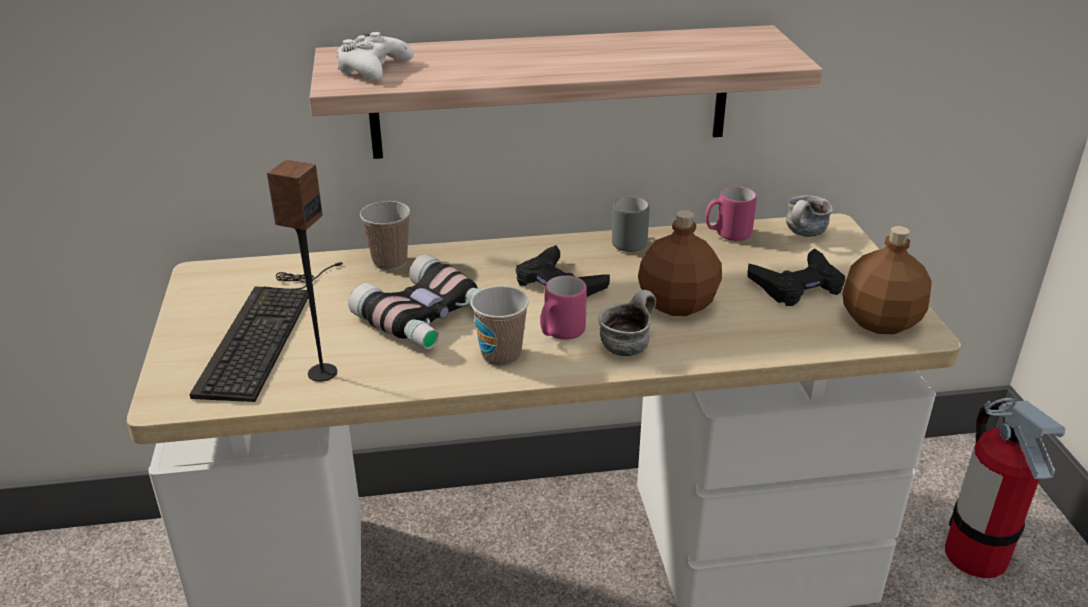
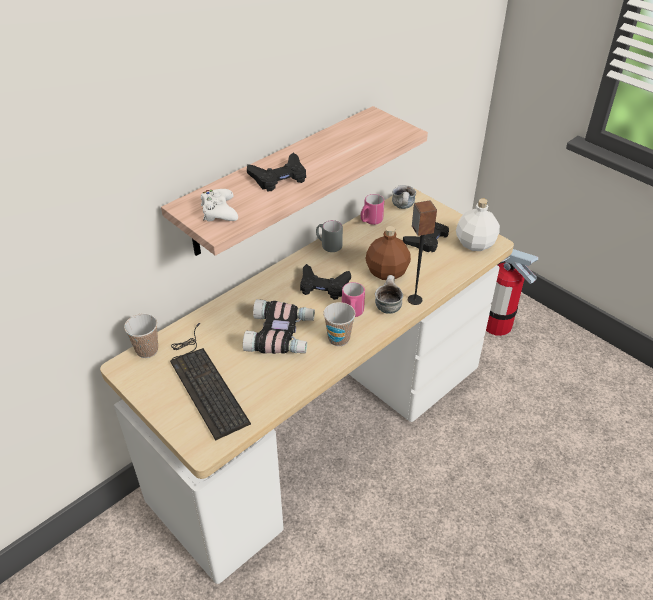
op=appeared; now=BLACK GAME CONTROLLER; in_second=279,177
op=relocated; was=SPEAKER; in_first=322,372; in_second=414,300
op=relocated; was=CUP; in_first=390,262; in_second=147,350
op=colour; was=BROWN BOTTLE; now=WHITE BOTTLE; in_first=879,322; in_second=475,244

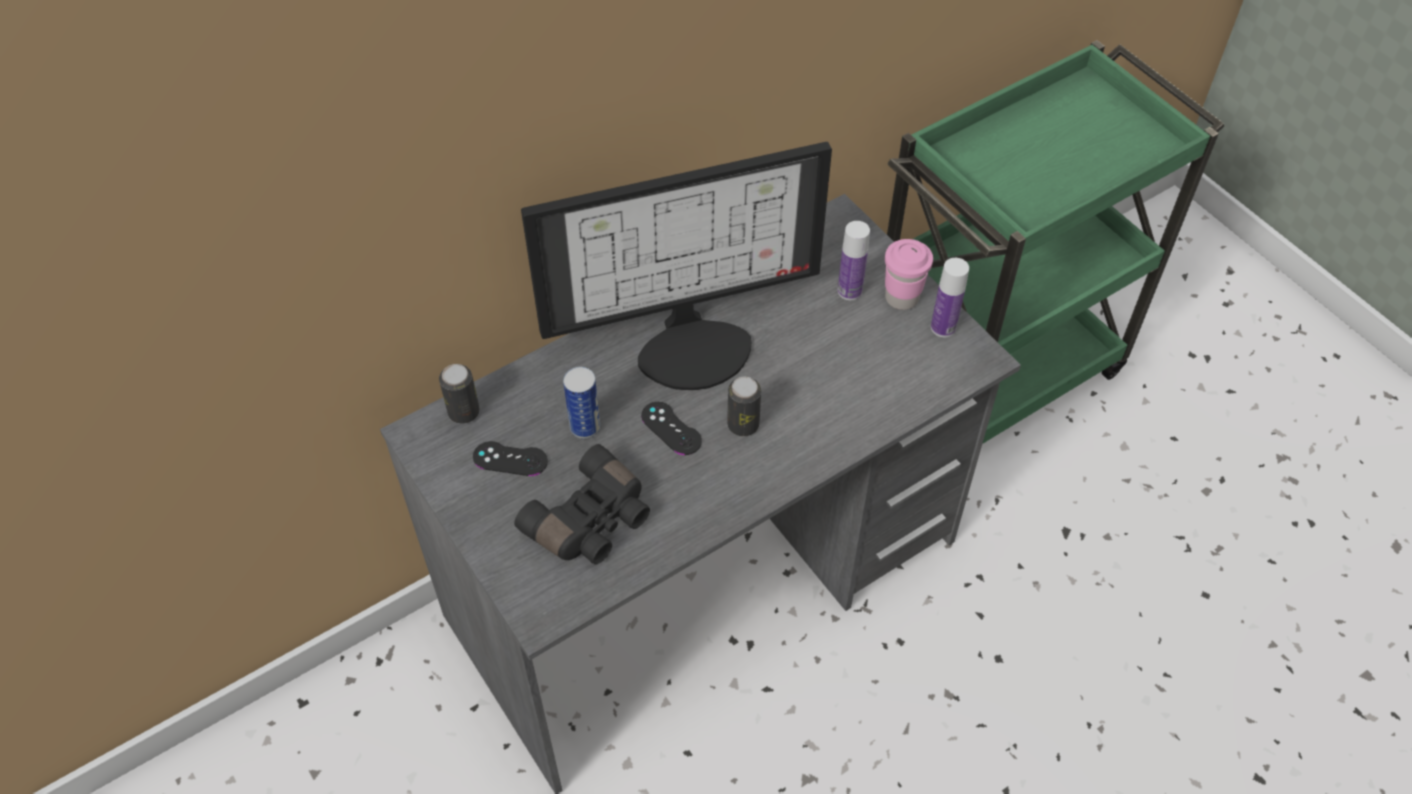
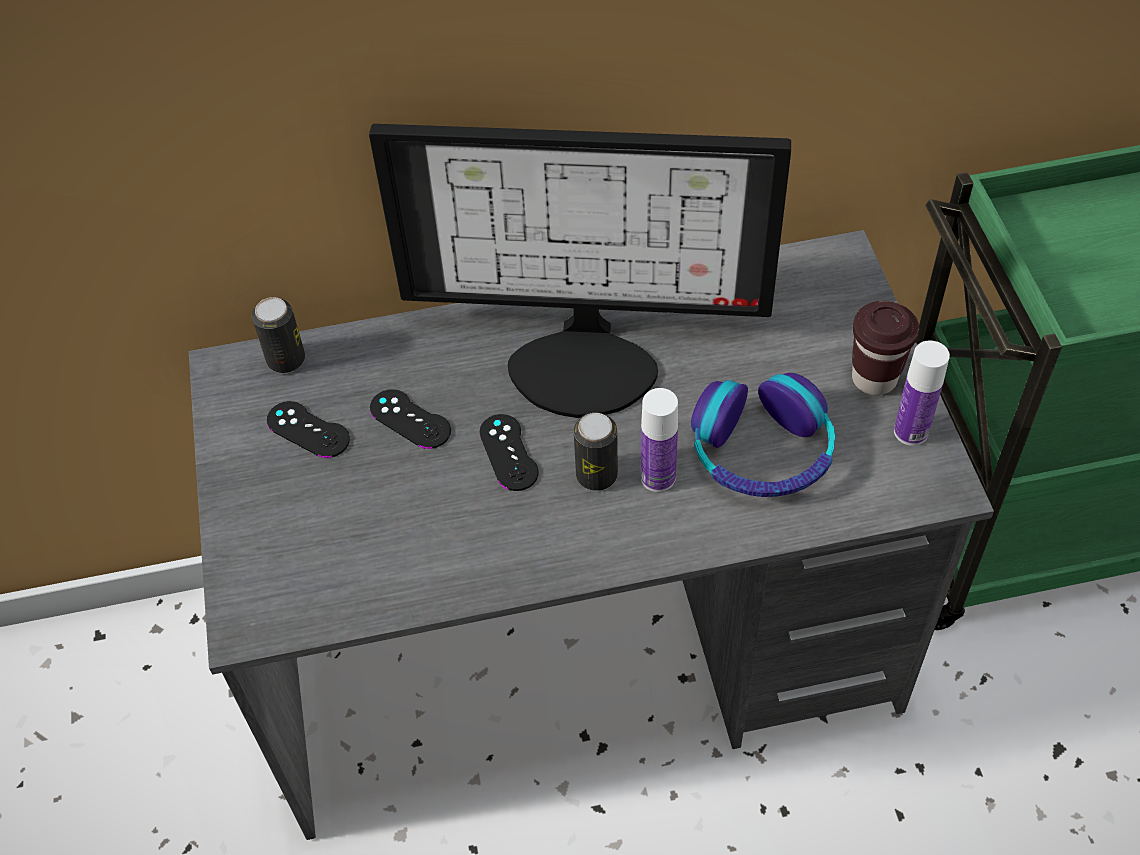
op=missing; was=BLACK BINOCULARS; in_first=592,522
op=appeared; now=HEADPHONES; in_second=762,451
op=relocated; was=BOTTLE; in_first=849,291; in_second=658,477
op=exchanged; was=CAN; now=BLACK GAME CONTROLLER; in_first=585,427; in_second=410,419
op=colour; was=PINK CUP; now=BROWN CUP; in_first=901,298; in_second=874,378

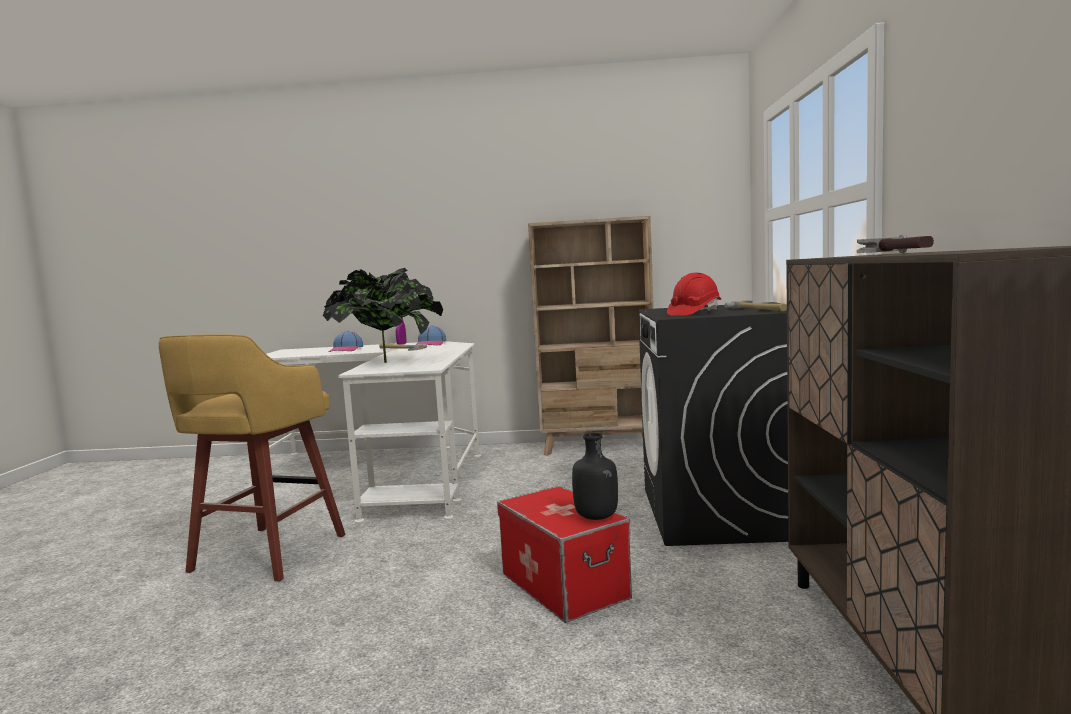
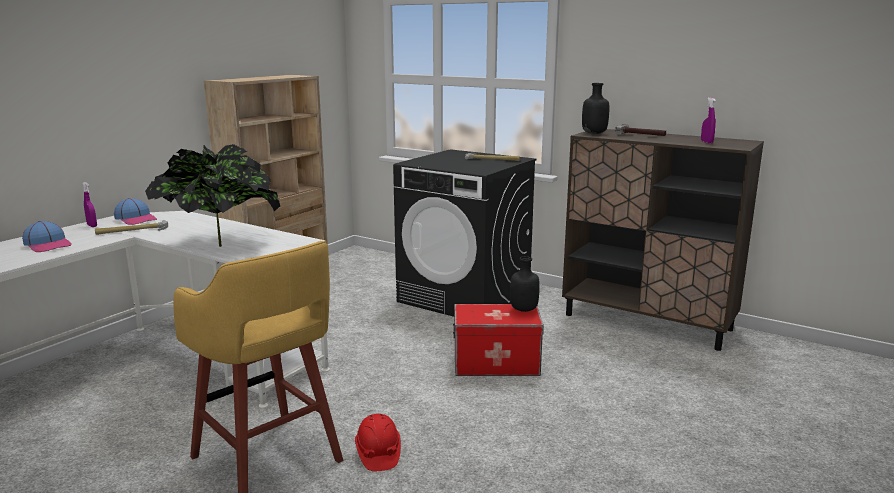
op=appeared; now=BLACK BOTTLE; in_second=594,133
op=appeared; now=PURPLE SPRAY BOTTLE; in_second=706,142
op=relocated; was=RED HARD HAT; in_first=694,313; in_second=378,454

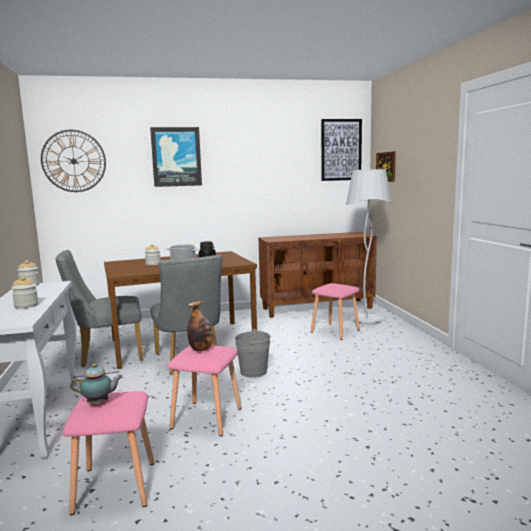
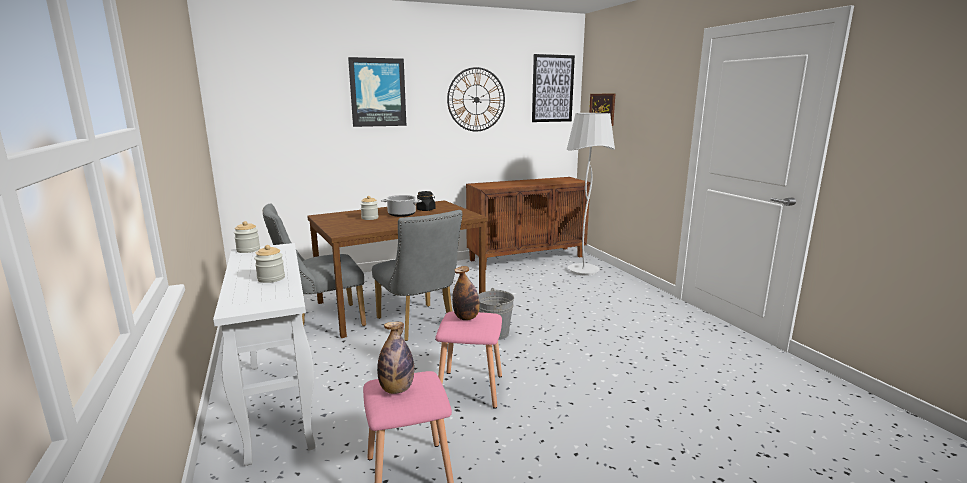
op=missing; was=PINK STOOL; in_first=335,331
op=relocated; was=WALL CLOCK; in_first=73,161; in_second=476,99
op=exchanged; was=TEAPOT; now=BOTTLE; in_first=99,403; in_second=396,389

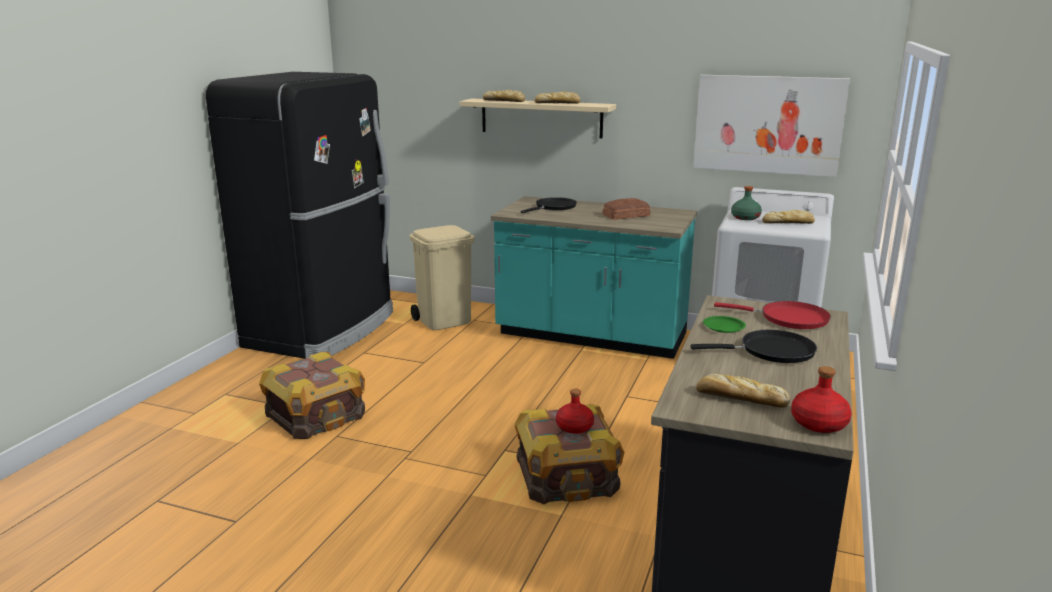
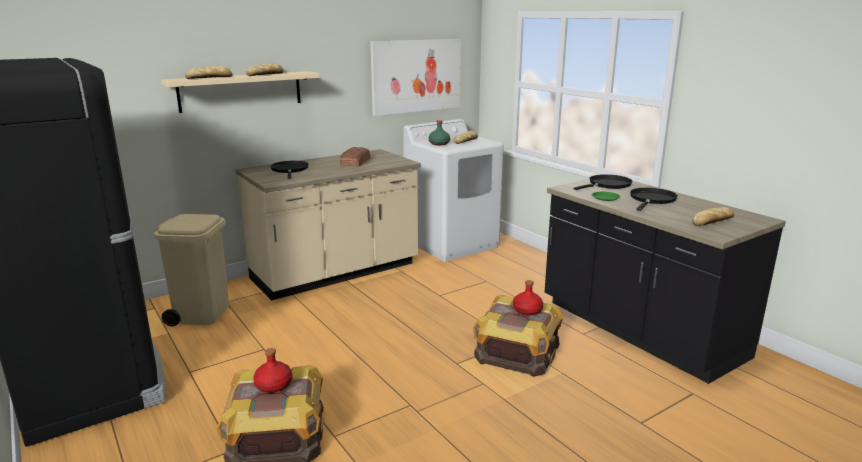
op=relocated; was=RED BOTTLE; in_first=818,423; in_second=273,385
op=colour; was=TURQUOISE COUNTER; now=BEIGE COUNTER; in_first=591,335; in_second=336,272
op=colour; was=RED FRYING PAN; now=BLACK FRYING PAN; in_first=789,319; in_second=607,185

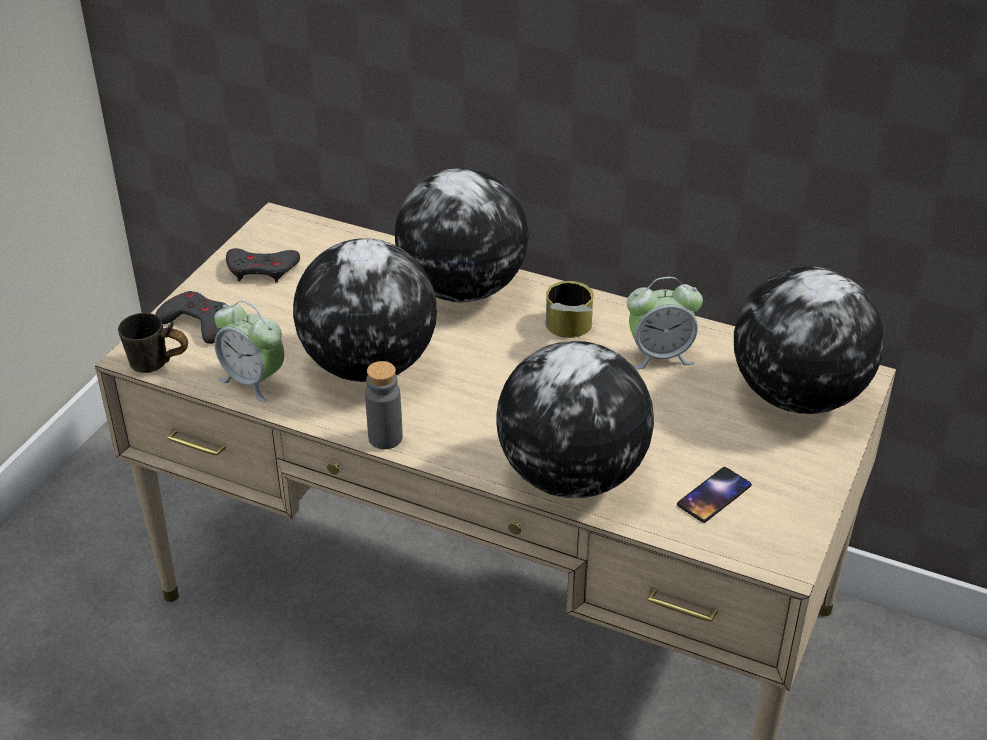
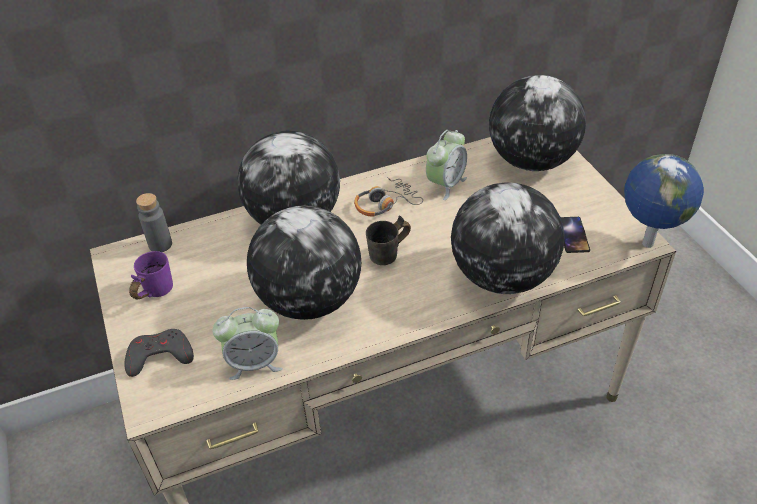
op=appeared; now=GLOBE; in_second=646,243
op=relocated; was=GREY MUG; in_first=156,367; in_second=390,256
op=relocated; was=GREY BOTTLE; in_first=385,438; in_second=160,244
op=exchanged; was=GREY GAME CONTROLLER; now=PURPLE MUG; in_first=262,269; in_second=152,292
op=exchanged; was=CAN; now=HEADPHONES; in_first=568,332; in_second=385,204

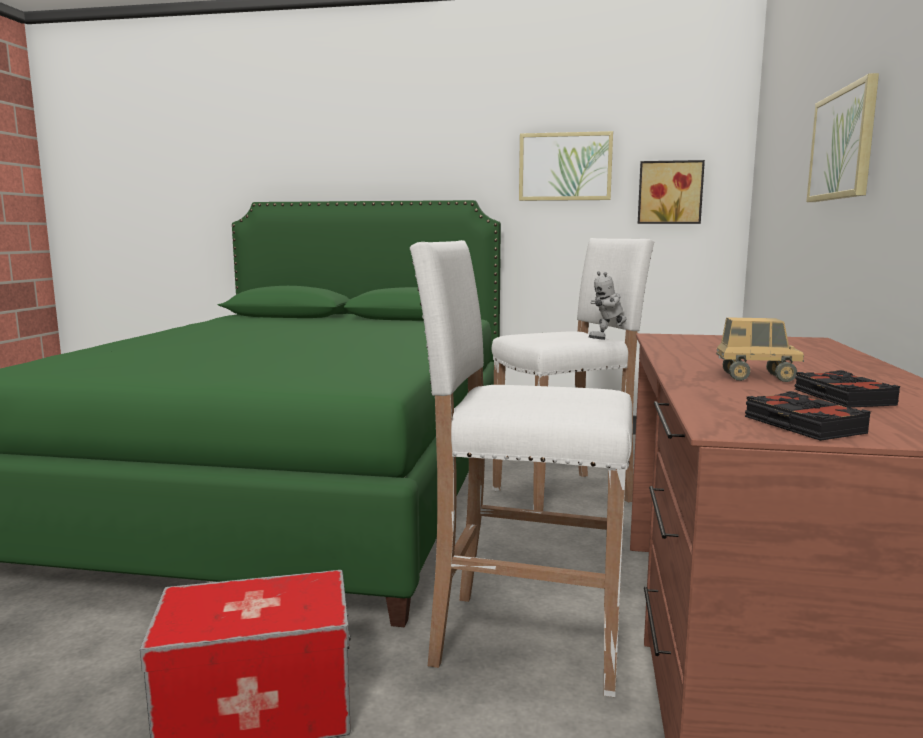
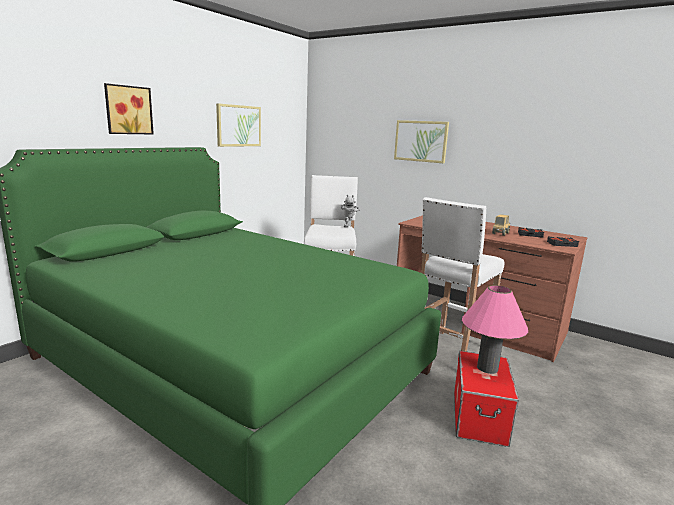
op=appeared; now=PINK TABLE LAMP; in_second=487,368
op=relocated; was=PICTURE; in_first=669,192; in_second=128,110

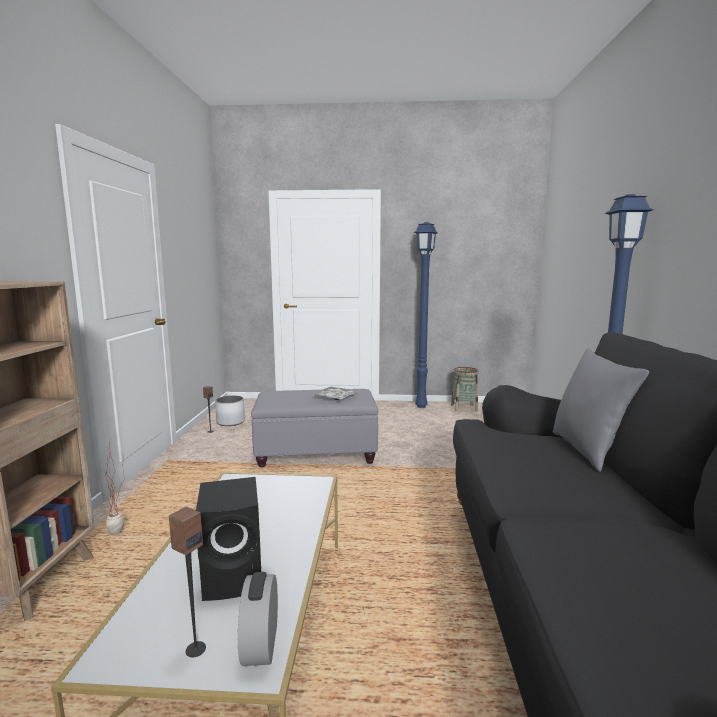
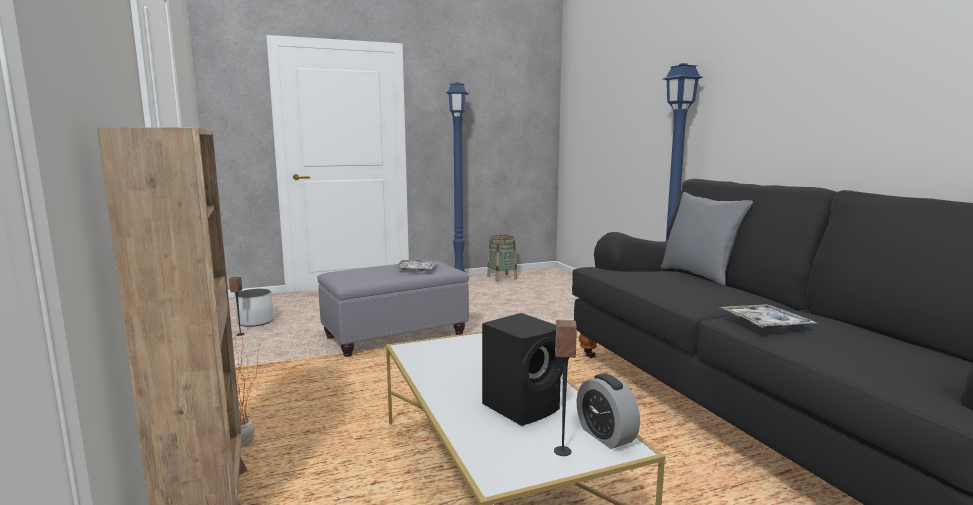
op=appeared; now=TRAY; in_second=765,324

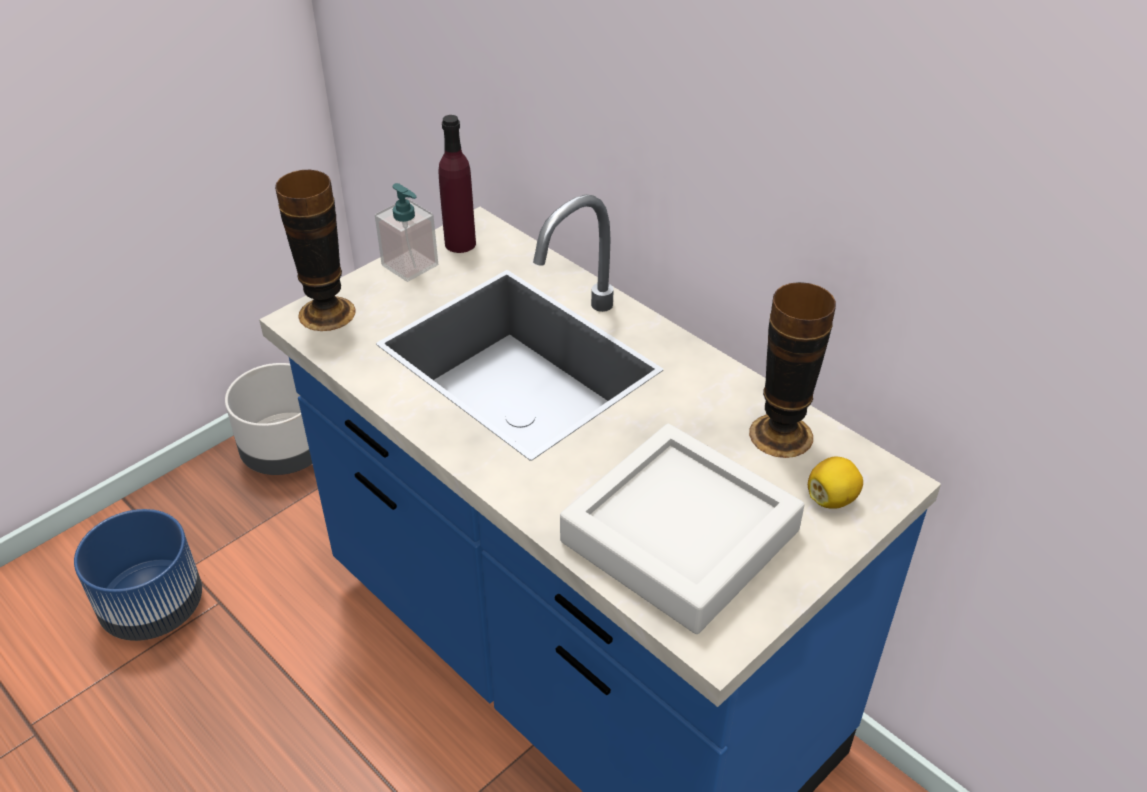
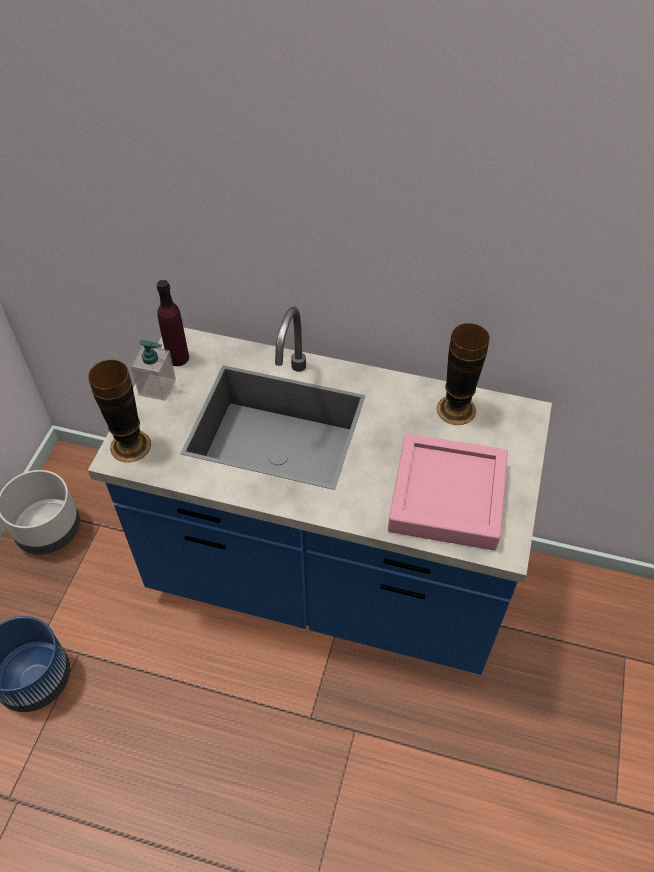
op=missing; was=LEMON; in_first=831,498
op=colour; was=GREY TRAY; now=PINK TRAY; in_first=680,536; in_second=447,497

